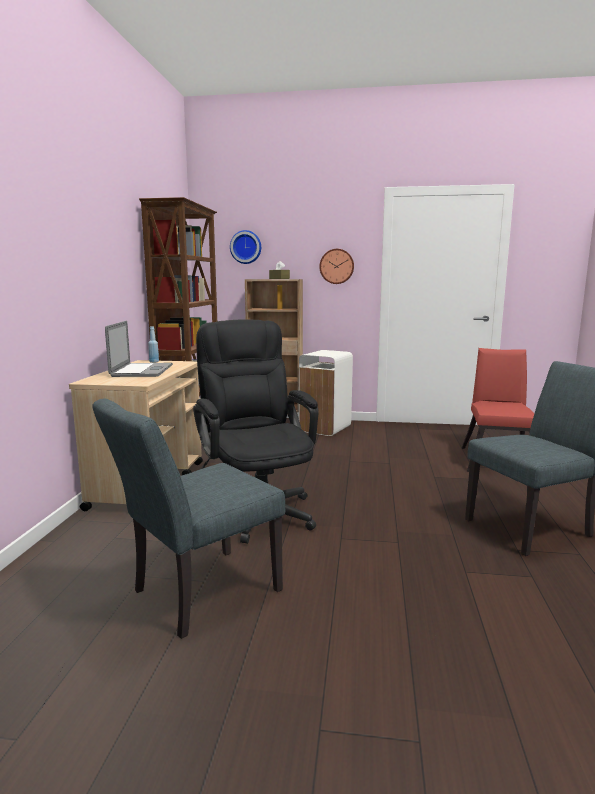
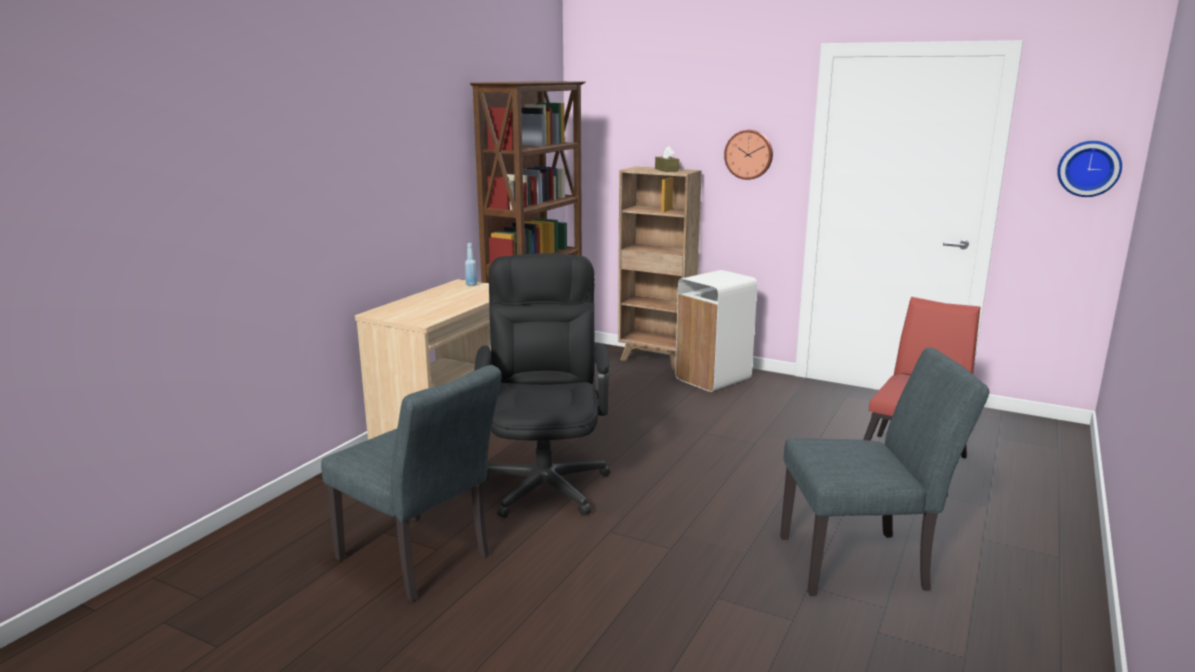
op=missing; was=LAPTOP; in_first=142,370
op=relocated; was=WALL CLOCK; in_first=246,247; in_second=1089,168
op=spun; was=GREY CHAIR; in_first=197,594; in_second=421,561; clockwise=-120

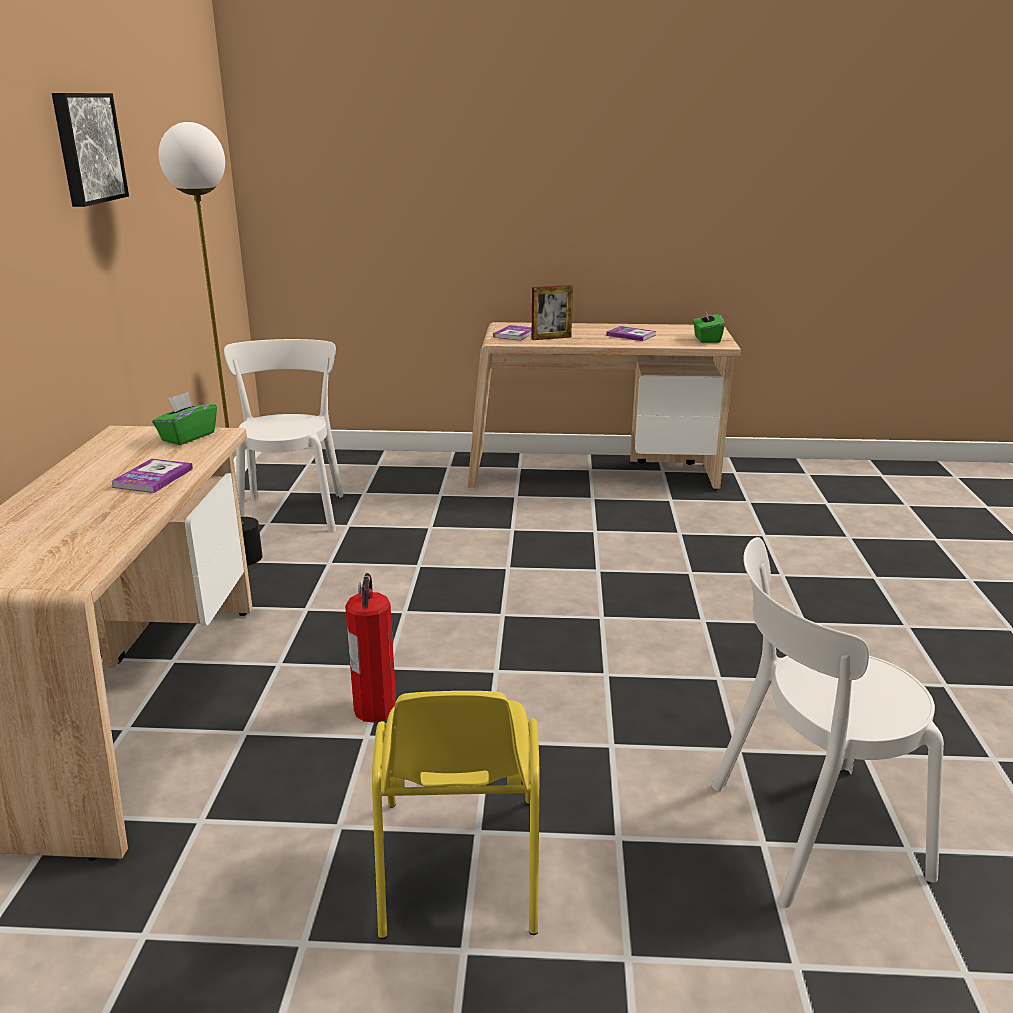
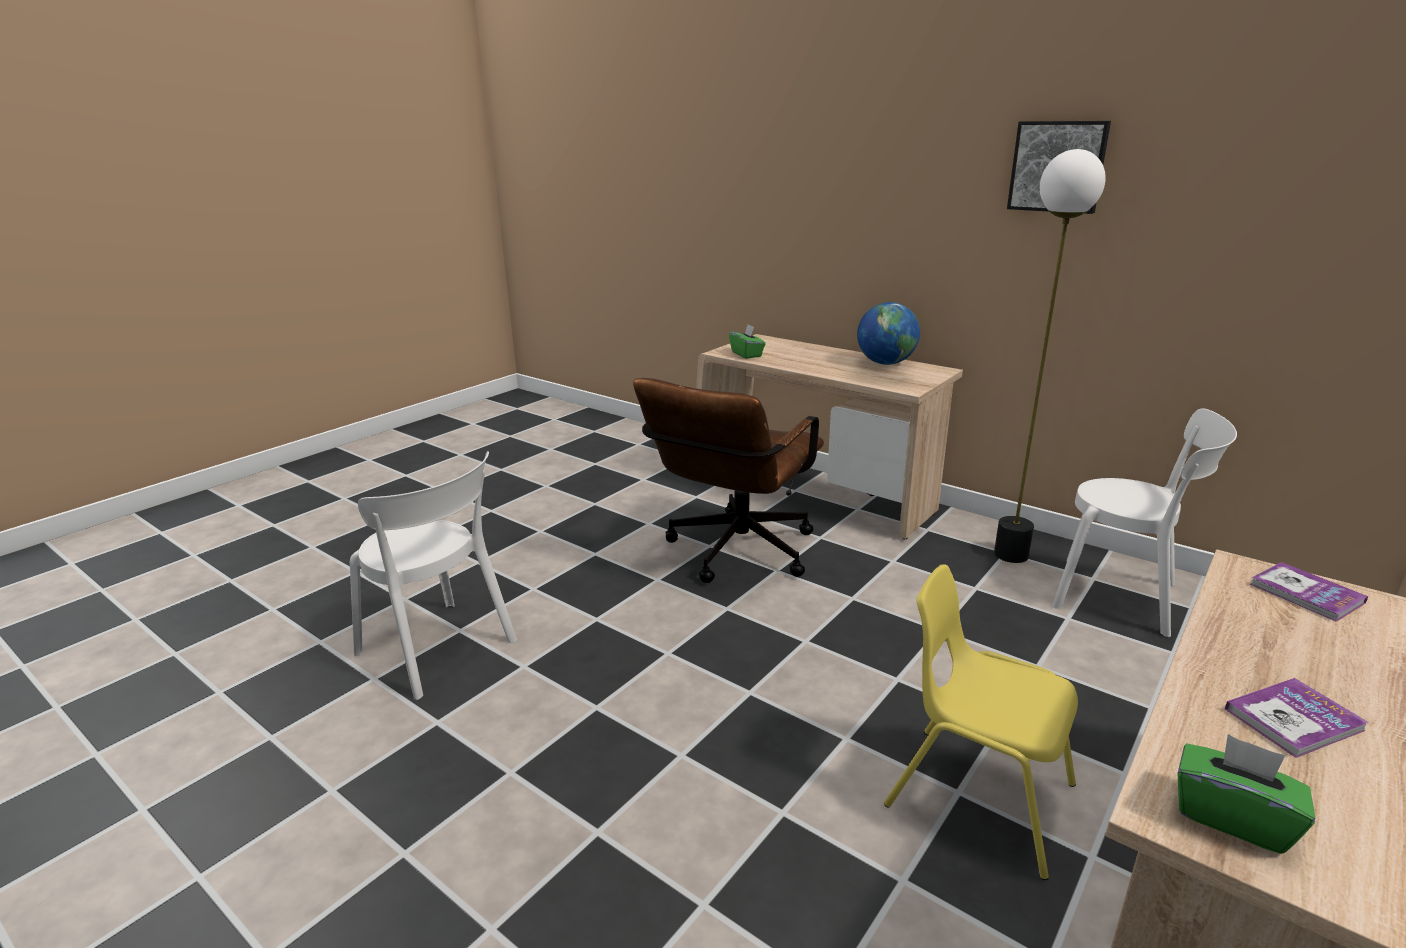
op=missing; was=BOOK; in_first=153,478
op=missing; was=PICTURE FRAME; in_first=551,338
op=appeared; now=GLOBE; in_second=885,363
op=relocated; was=GREEN TISSUE BOX; in_first=187,437; in_second=747,354
op=relocated; was=YELLOW CHAIR; in_first=458,867; in_second=977,794
op=exchanged; was=FIRE EXTINGUISHER; now=BROWN OFFICE CHAIR; in_first=375,708; in_second=734,554
op=spun; was=WHITE CHAIR; in_first=807,831; in_second=440,650; clockwise=105

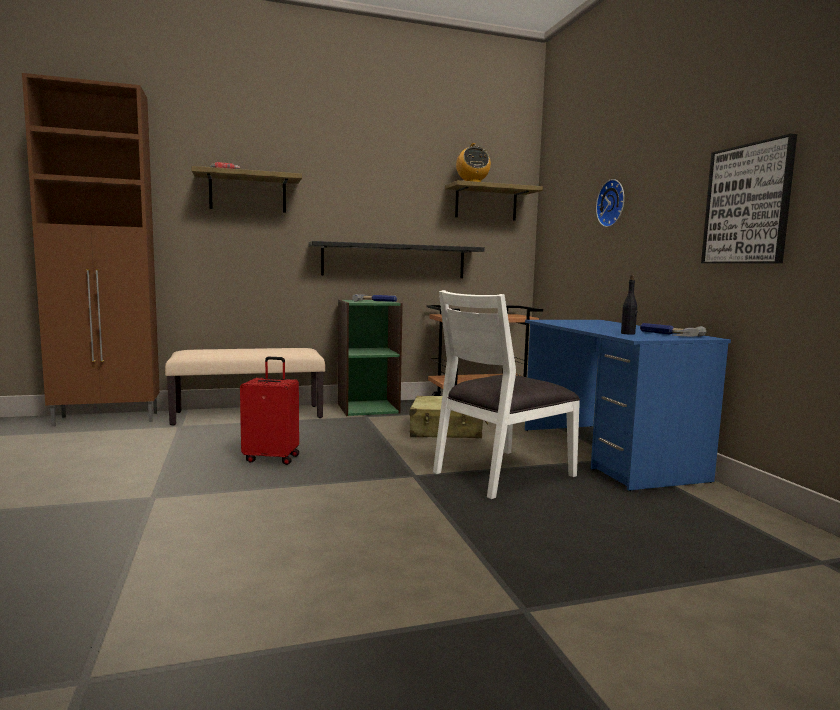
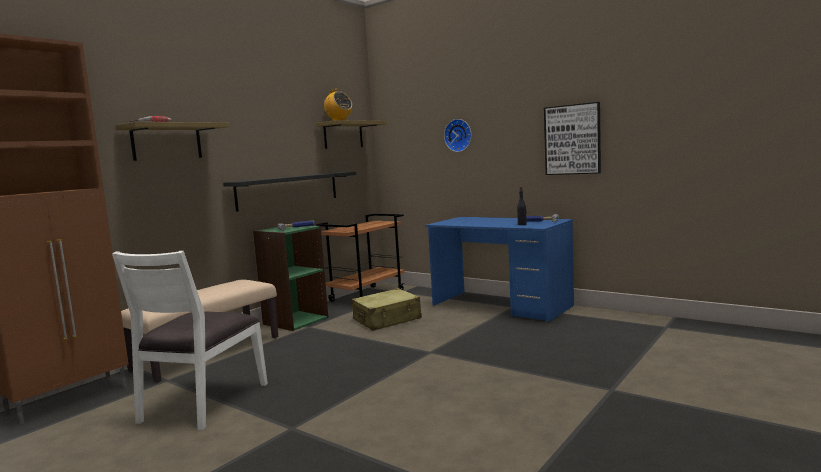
op=missing; was=RED SUITCASE; in_first=272,458
op=relocated; was=WHITE CHAIR; in_first=501,473; in_second=203,402

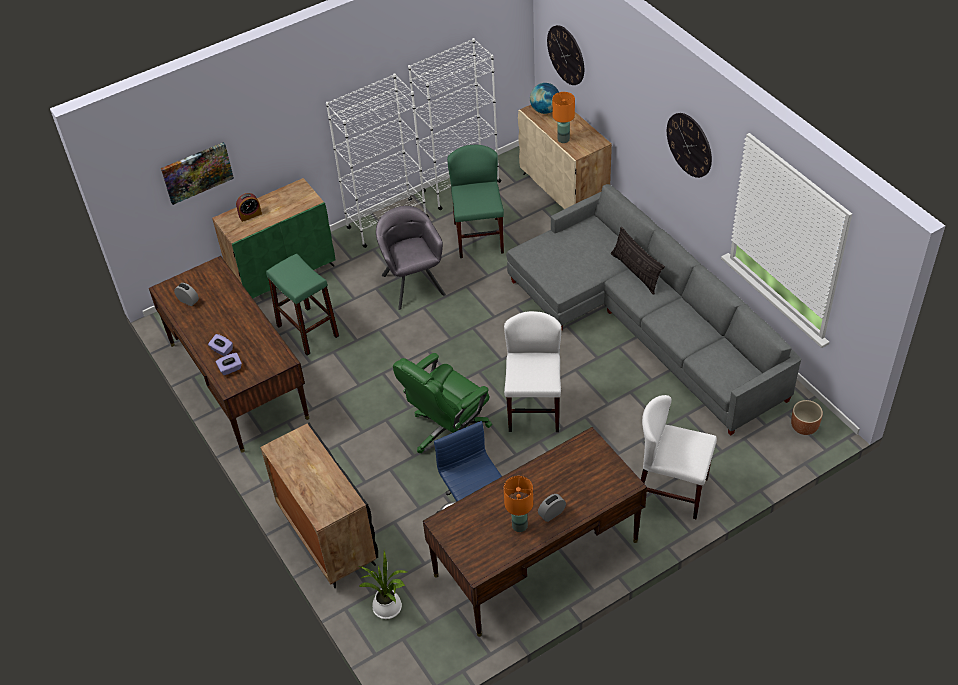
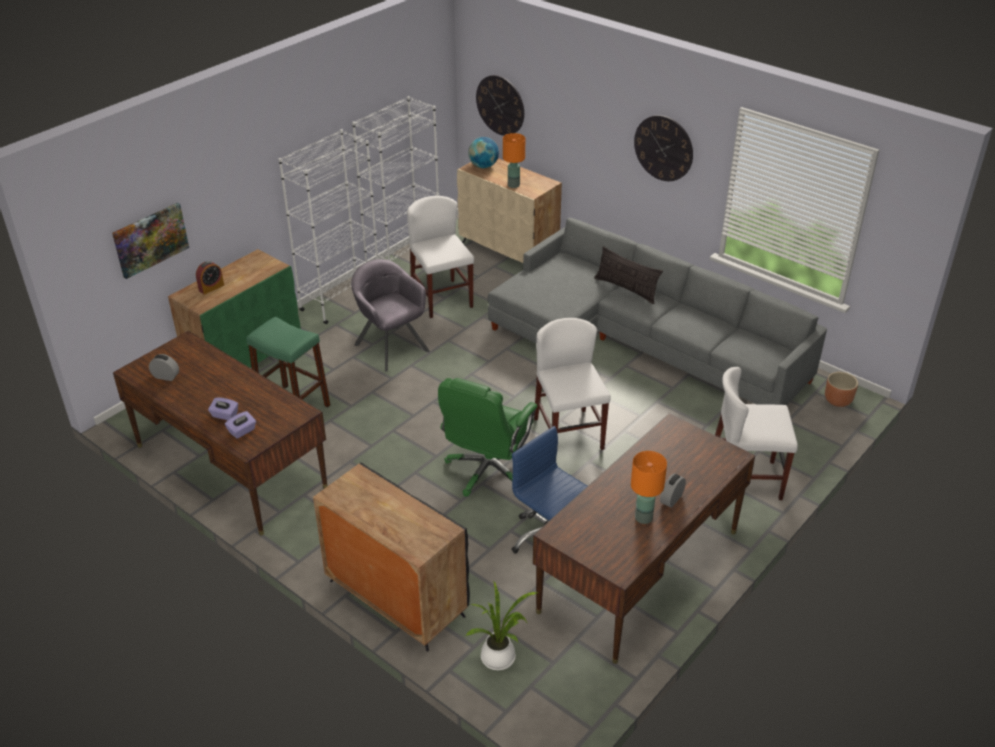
op=colour; was=GREEN CHAIR; now=WHITE CHAIR; in_first=479,238; in_second=442,299

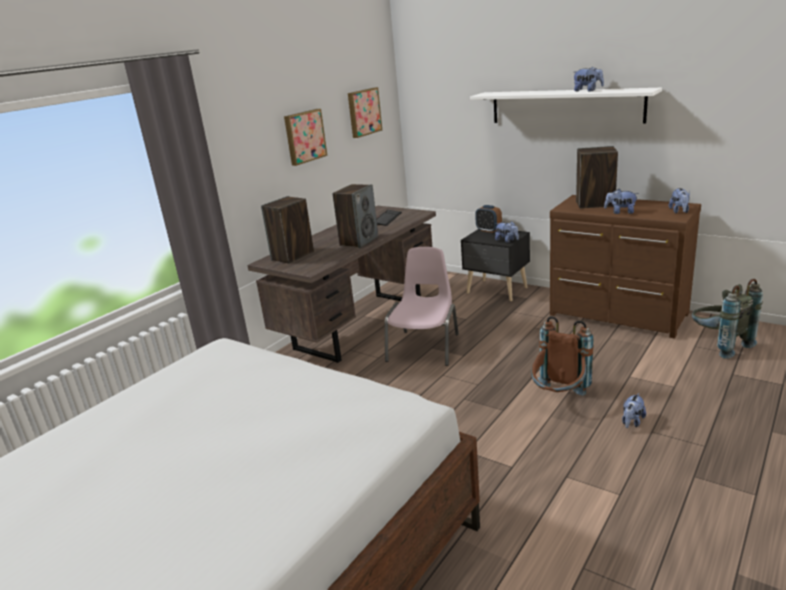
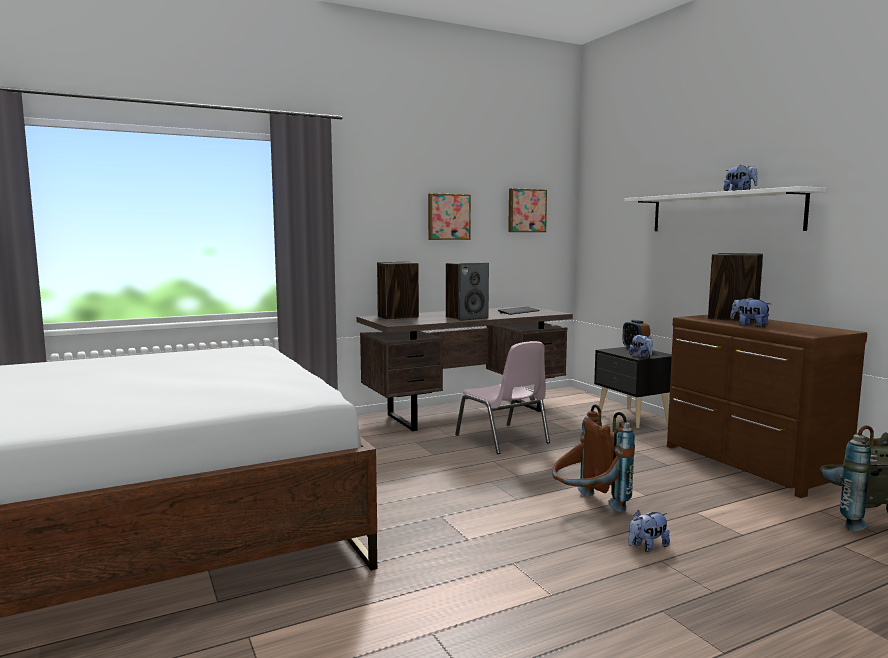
op=missing; was=PLUSH TOY; in_first=679,211
op=spun; was=PINK CHAIR; in_first=424,347; in_second=503,439; clockwise=105

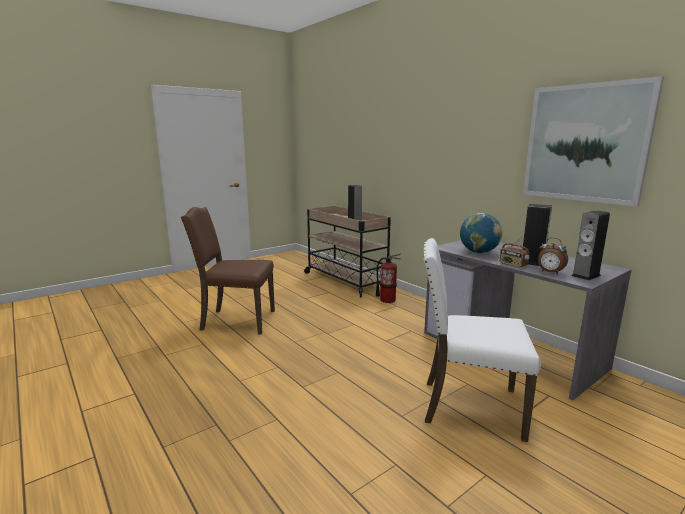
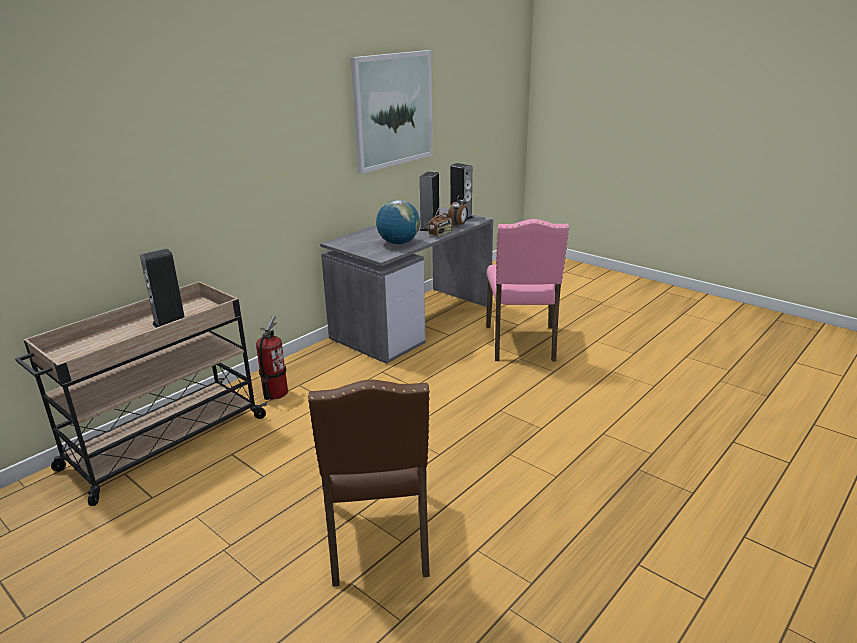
op=colour; was=WHITE CHAIR; now=PINK CHAIR; in_first=468,406; in_second=522,344

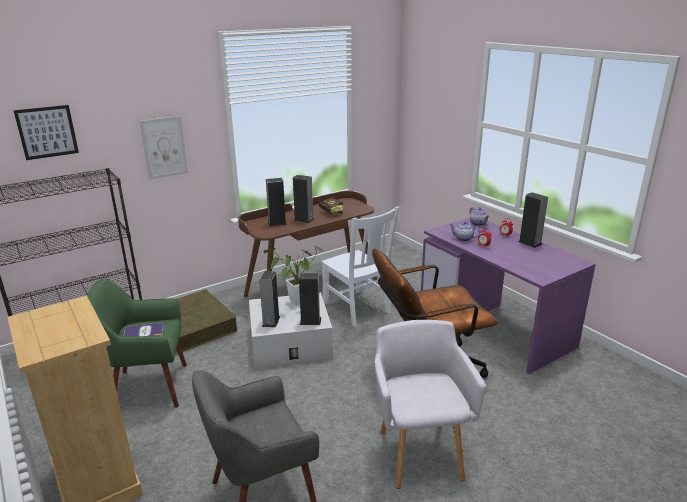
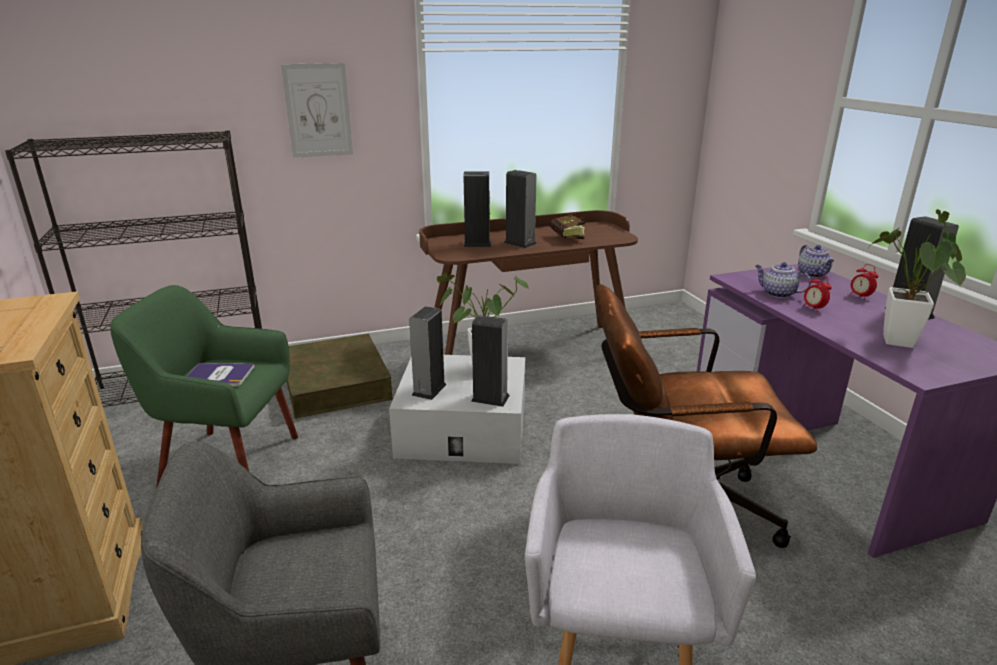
op=missing; was=PICTURE; in_first=47,132
op=missing; was=WHITE CHAIR; in_first=357,308
op=appeared; now=POTTED PLANT; in_second=898,345

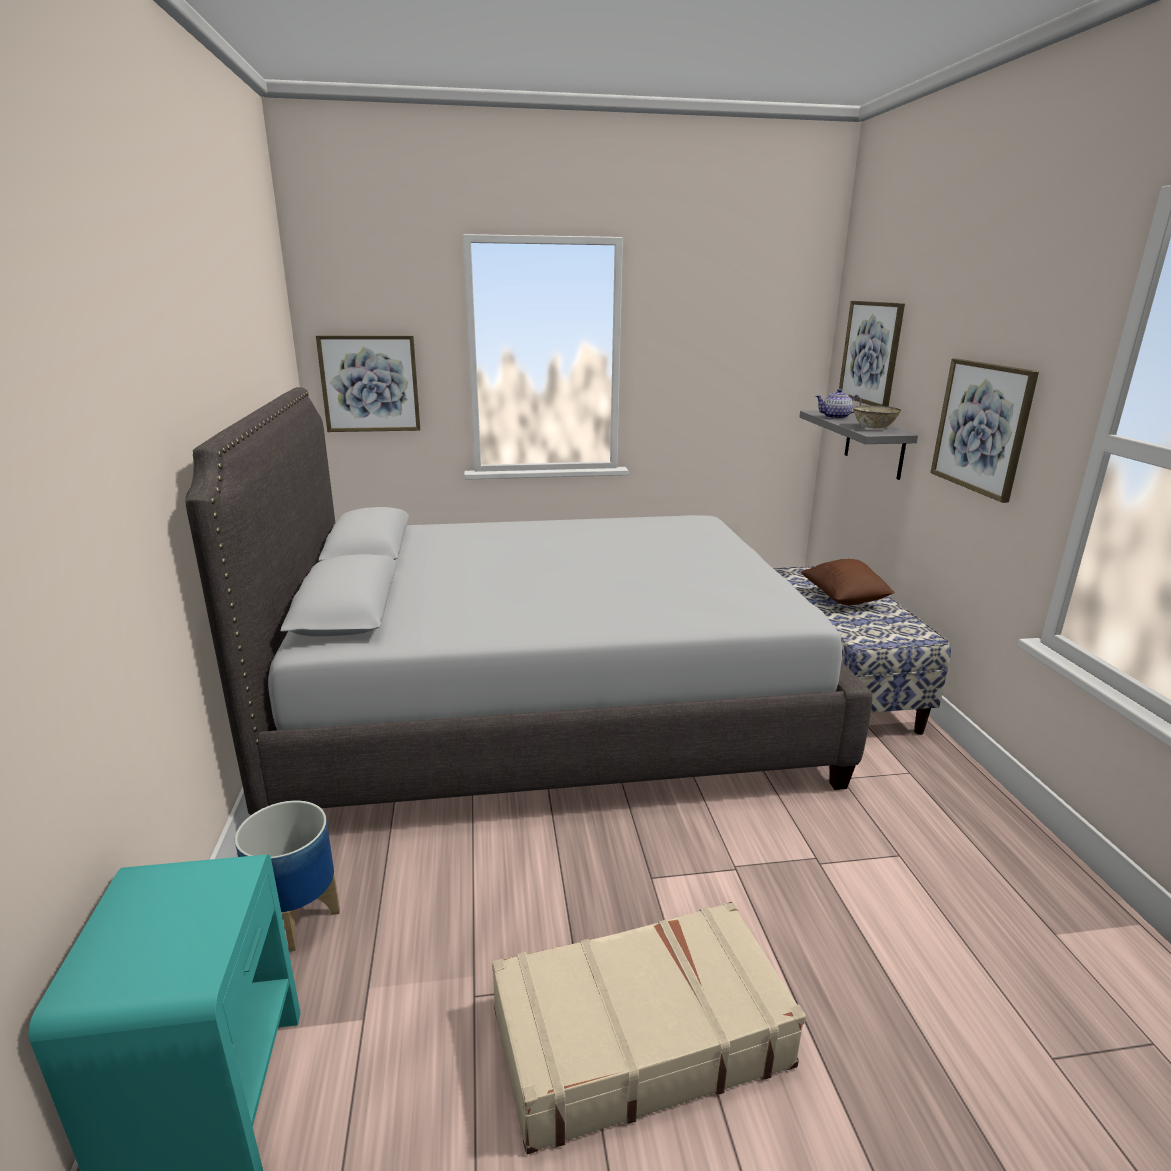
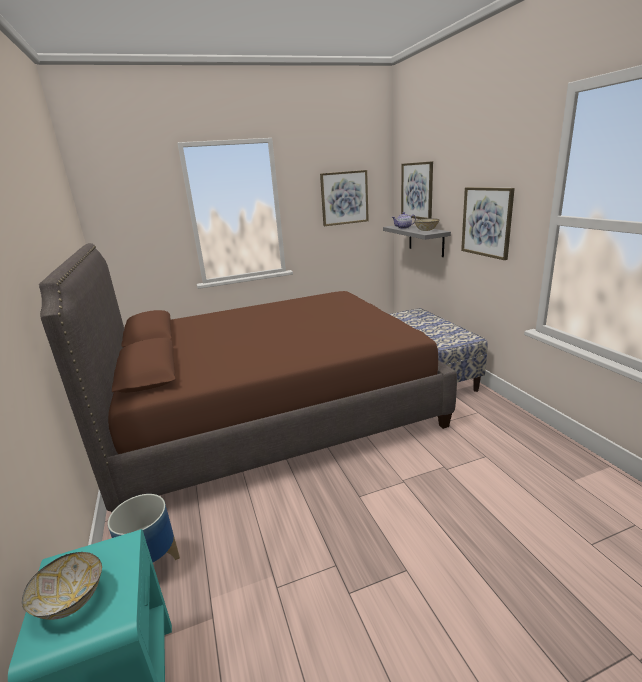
op=missing; was=BEIGE SUITCASE; in_first=638,1037
op=missing; was=BROWN PILLOW; in_first=844,599
op=appeared; now=BOWL; in_second=72,601
op=relocated; was=PICTURE; in_first=370,384; in_second=344,198
op=colour; was=GREY BED; now=BROWN BED; in_first=547,705; in_second=272,412

